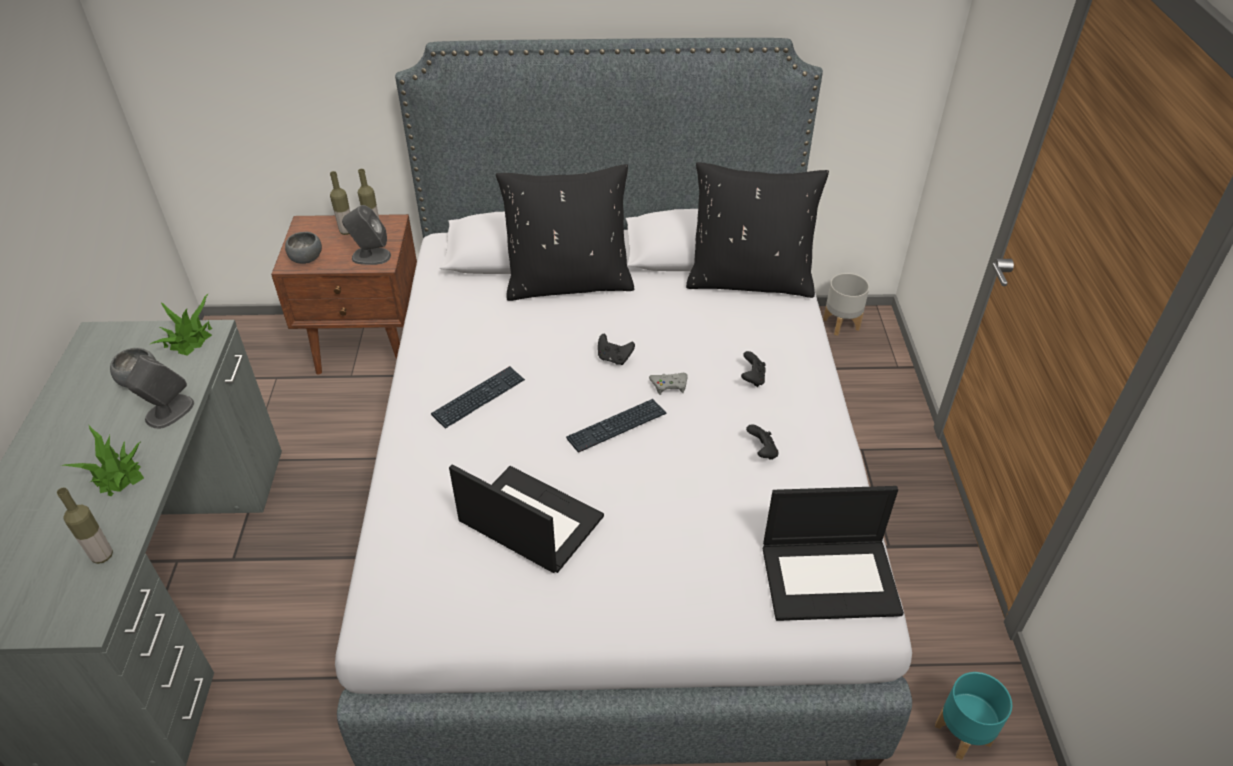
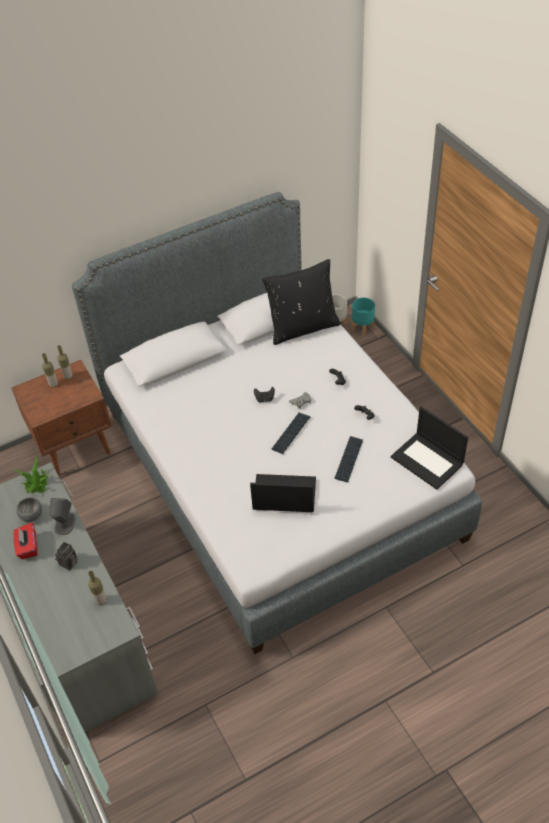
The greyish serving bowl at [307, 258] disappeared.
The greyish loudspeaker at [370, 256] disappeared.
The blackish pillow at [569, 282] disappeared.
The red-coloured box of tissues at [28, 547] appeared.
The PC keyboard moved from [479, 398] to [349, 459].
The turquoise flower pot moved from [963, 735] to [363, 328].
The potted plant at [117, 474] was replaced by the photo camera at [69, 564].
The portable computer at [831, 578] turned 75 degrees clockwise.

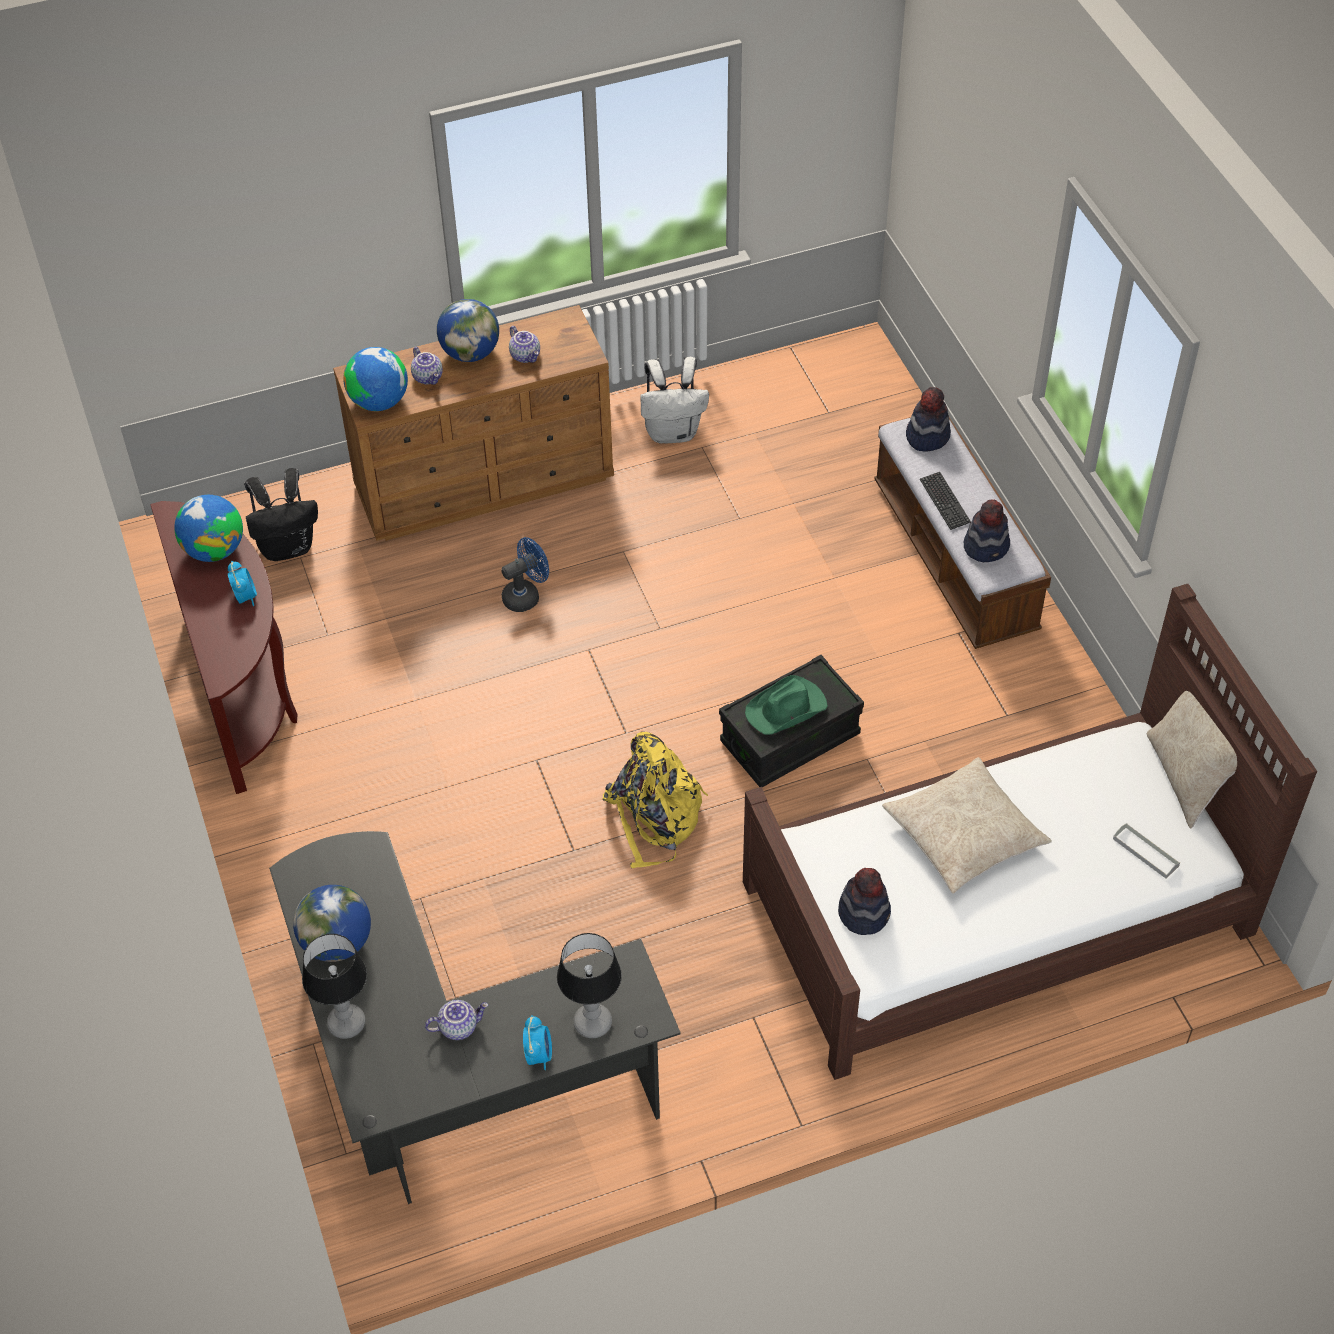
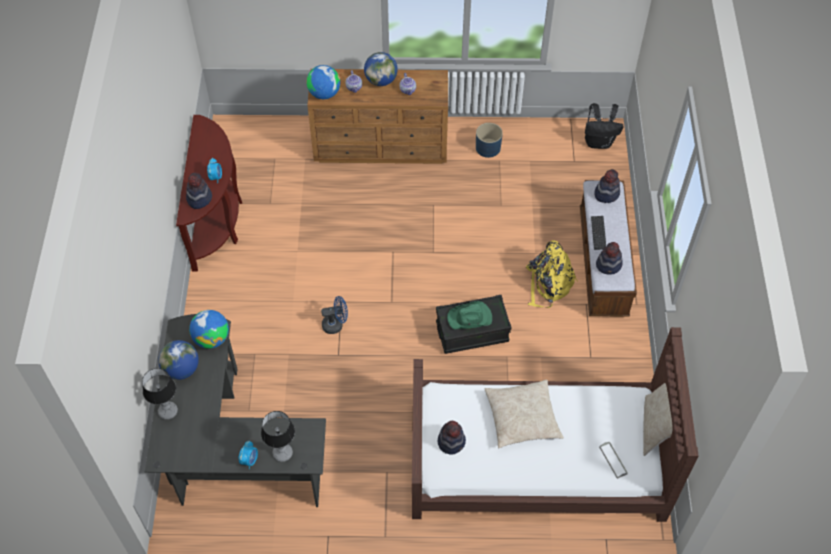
The teapot at [458, 1026] disappeared.
The hat at [199, 198] appeared.
The globe moved from [214, 550] to [212, 338].
The blackish knapsack moved from [288, 547] to [599, 142].
The bluish fan moved from [526, 595] to [336, 324].
The yellow-coloured knapsack moved from [654, 817] to [548, 284].
The whitish knapsack at [673, 432] was replaced by the bluish flower pot at [488, 148].

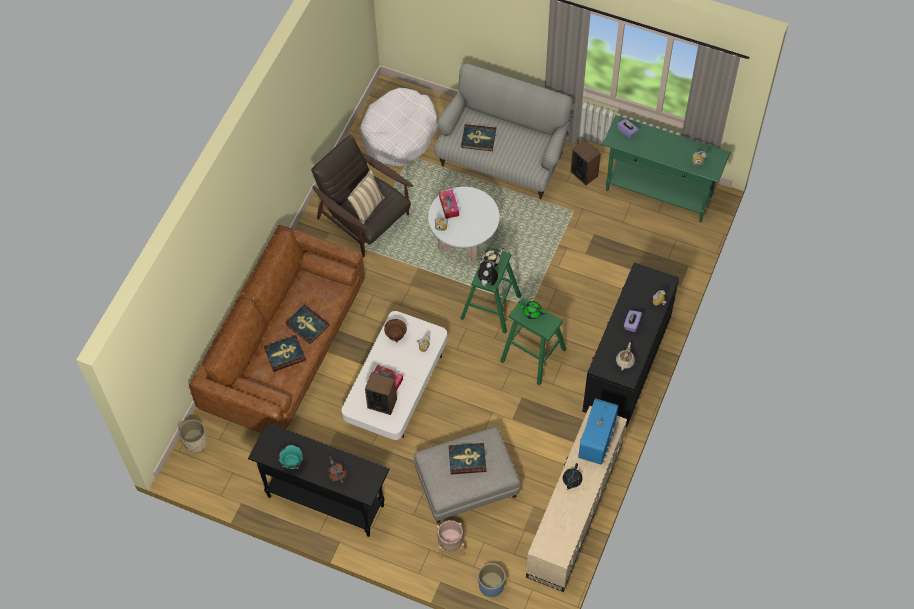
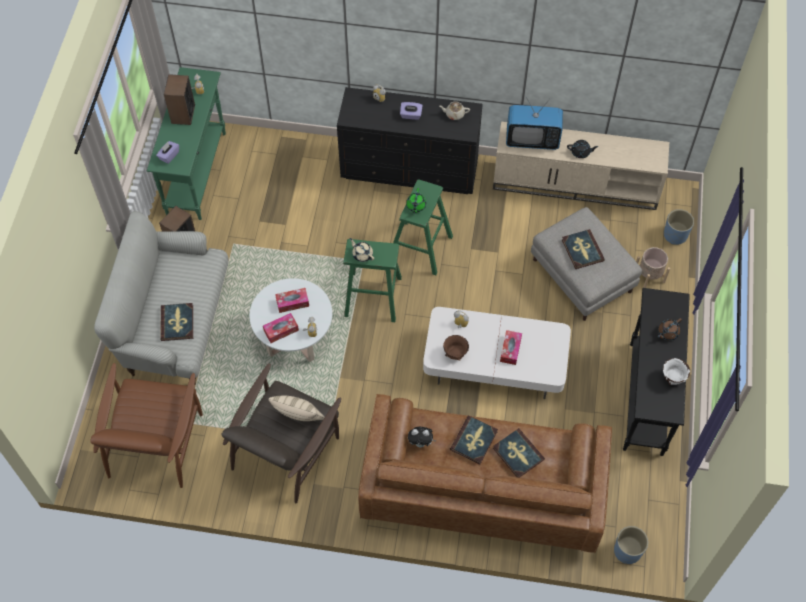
The box of tissues at [292, 303] appeared.
The loudspeaker moved from [382, 403] to [183, 114].
The plush toy moved from [487, 282] to [421, 443].
The whitish pet bed at [399, 134] was replaced by the brown easy chair at [155, 441].
The sand-coloured flower pot at [195, 442] became the bluish flower pot at [627, 551].
The turquoise serving bowl at [292, 463] became the whitish serving bowl at [672, 378].

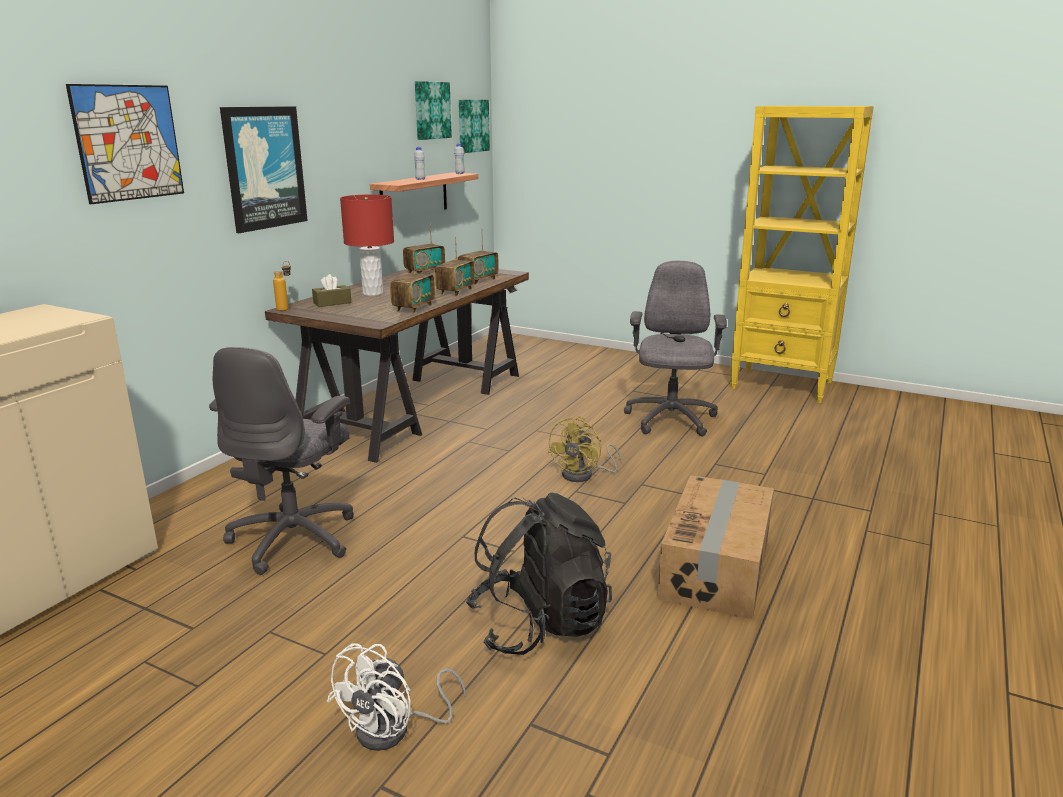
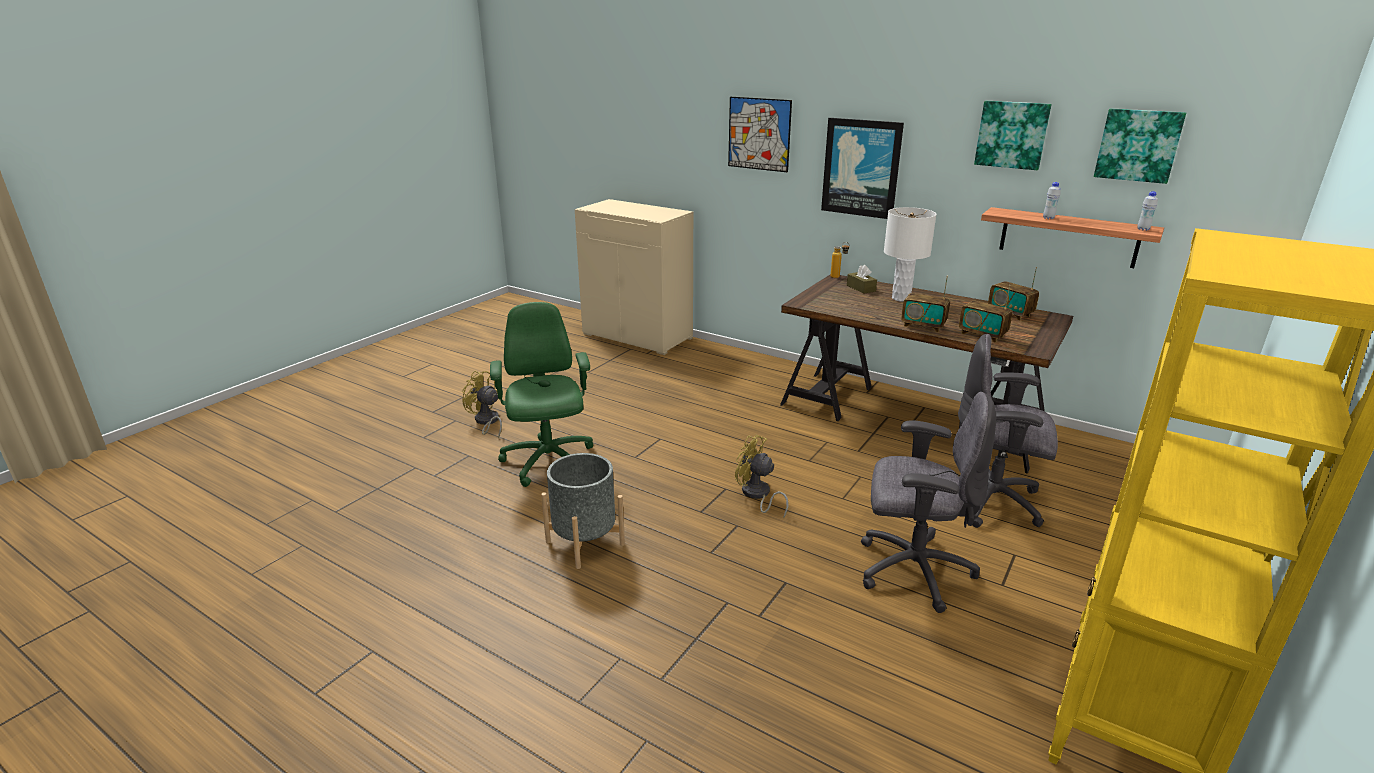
The radio at [413, 308] disappeared.
The greyish office chair moved from [295, 538] to [992, 502].
The picture moved from [472, 126] to [1012, 134].
The blackish knapsack at [540, 624] was replaced by the green office chair at [548, 462].
The packing box at [717, 567] was replaced by the greyish flower pot at [585, 543].
The whitish fan at [395, 730] became the yellow-coloured fan at [487, 422].
The red-coloured lamp for a table at [373, 293] became the whitish lamp for a table at [901, 298].

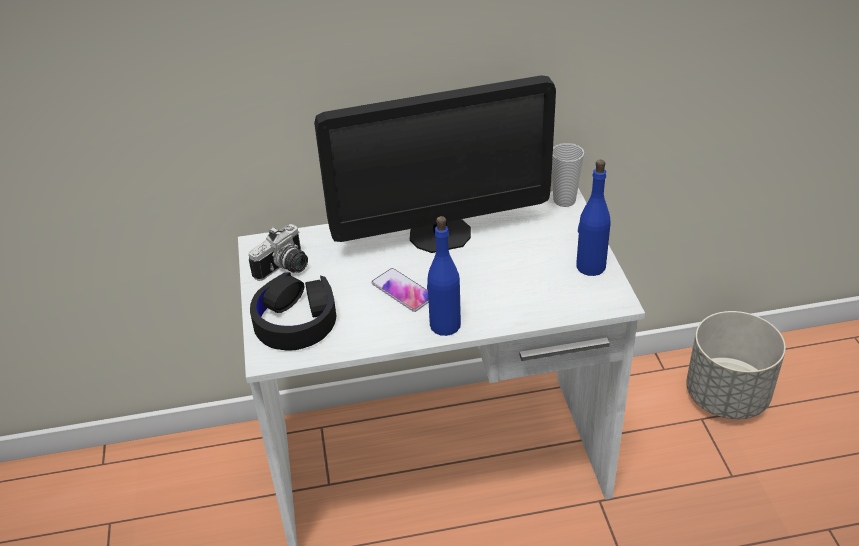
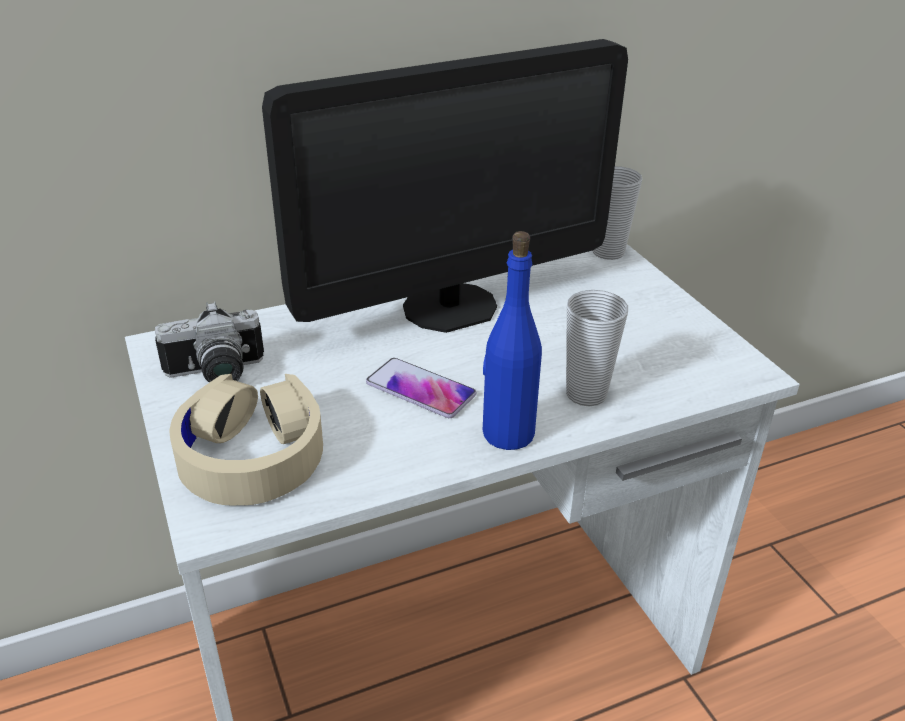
The bluish drink bottle at [590, 266] disappeared.
The greyish flower pot at [725, 396] disappeared.
The drinking cup at [586, 394] appeared.
The blackish headset at [295, 321] became the sand-coloured headset at [251, 454].
The photo camera at [286, 268] turned 45 degrees clockwise.

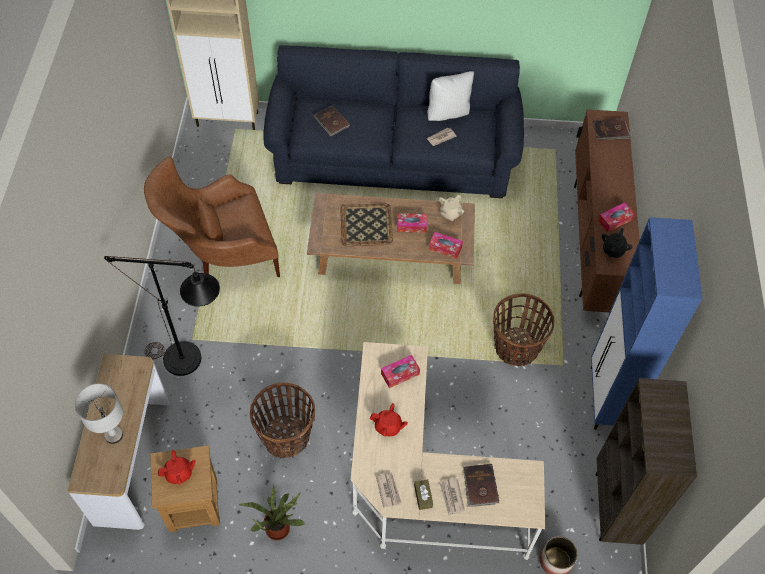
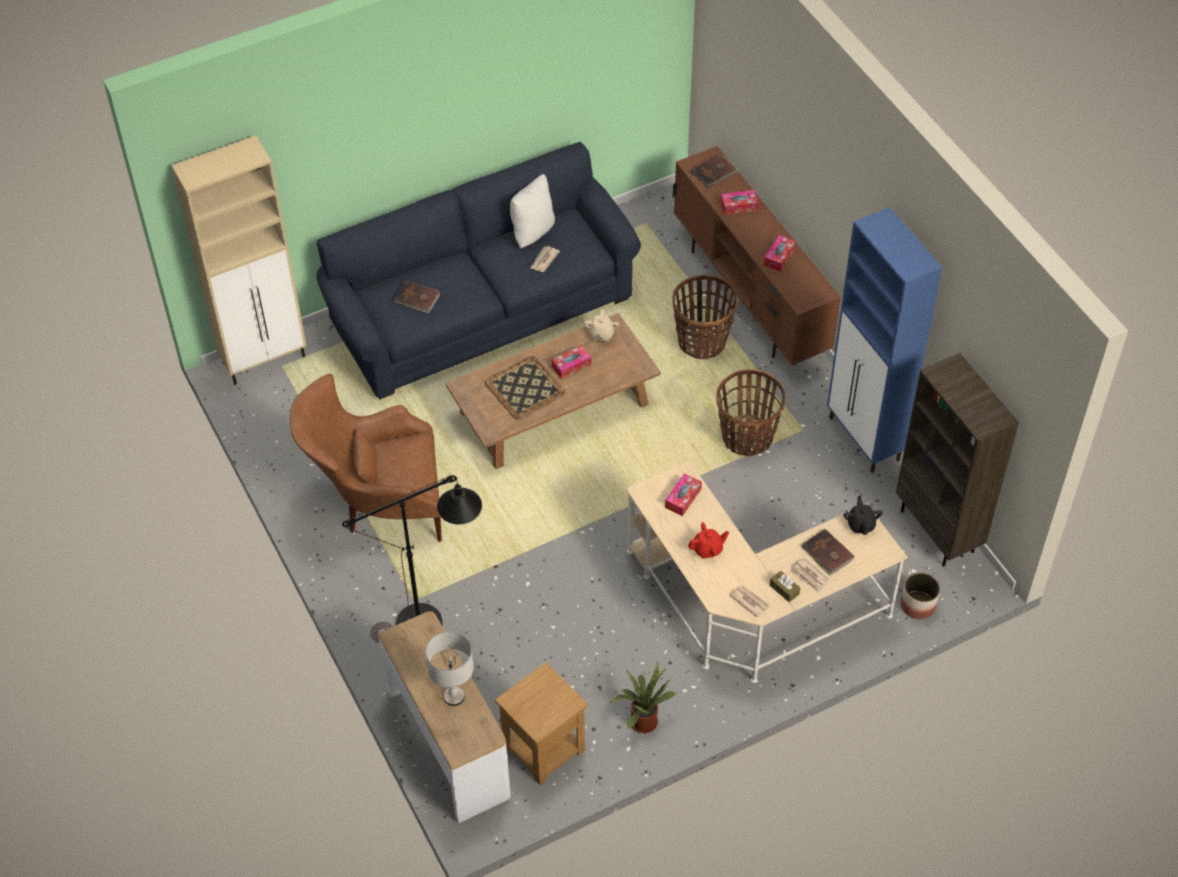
The red-coloured teapot at [179, 473] disappeared.
The household basket moved from [286, 437] to [702, 341].
The box of tissues moved from [445, 248] to [739, 206].
The blackish teapot moved from [613, 250] to [861, 524].
The brown easy chair at [222, 256] turned 45 degrees clockwise.

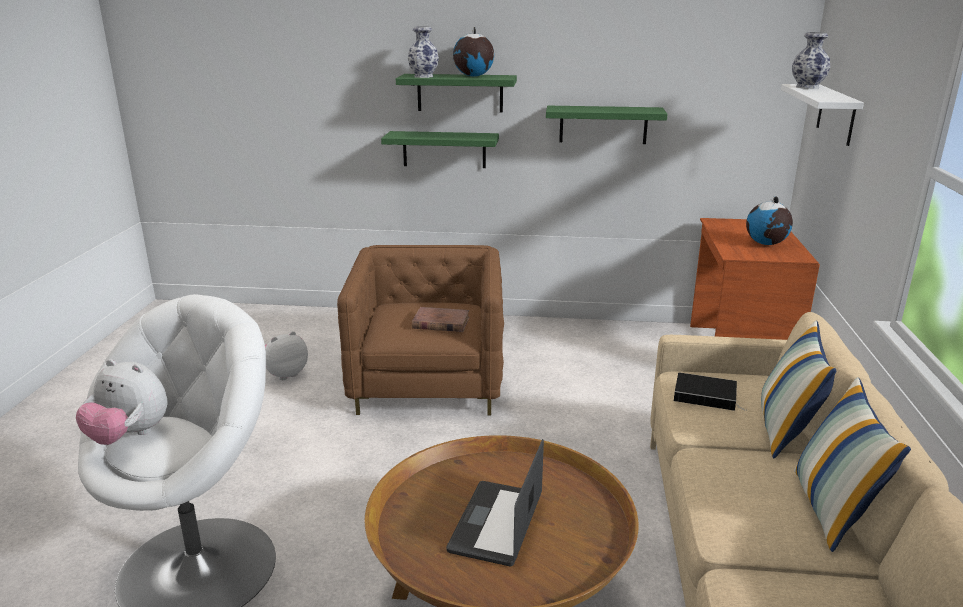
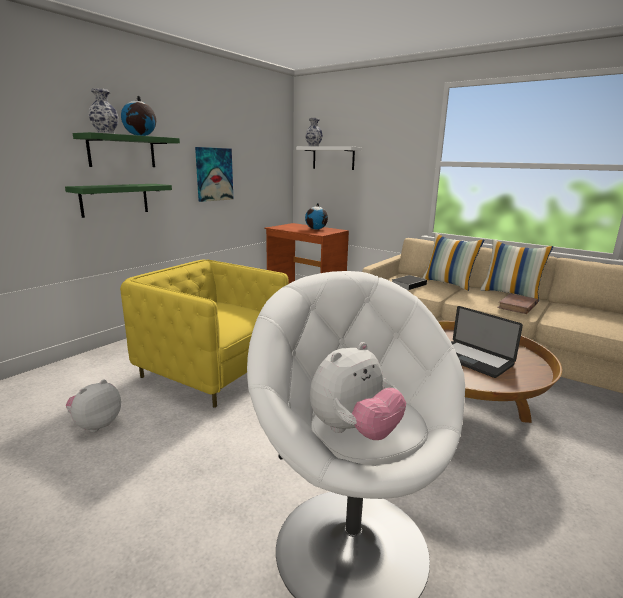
The brown book moved from [440, 323] to [517, 306].
The green bracket shelf at [603, 124] was replaced by the picture at [214, 174].
The brown easy chair at [428, 383] became the yellow-coloured easy chair at [214, 369].
The plush toy at [285, 374] turned 45 degrees clockwise.

